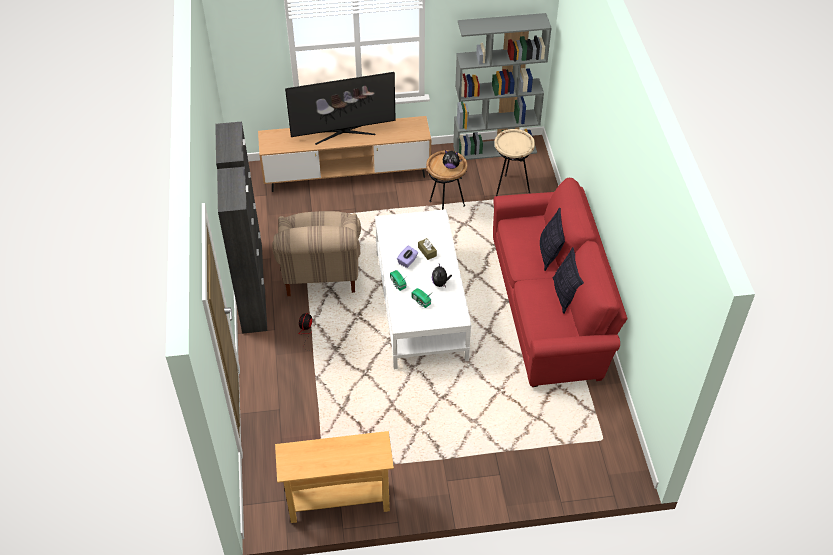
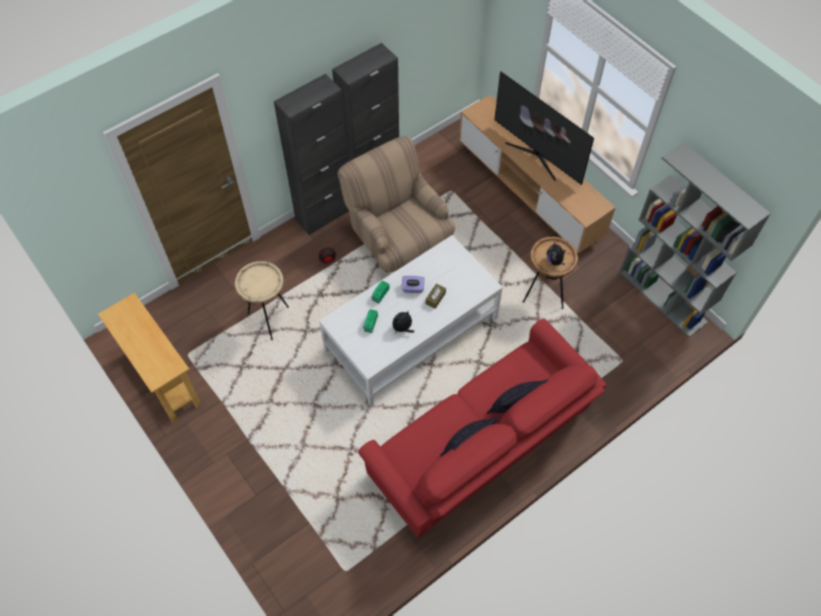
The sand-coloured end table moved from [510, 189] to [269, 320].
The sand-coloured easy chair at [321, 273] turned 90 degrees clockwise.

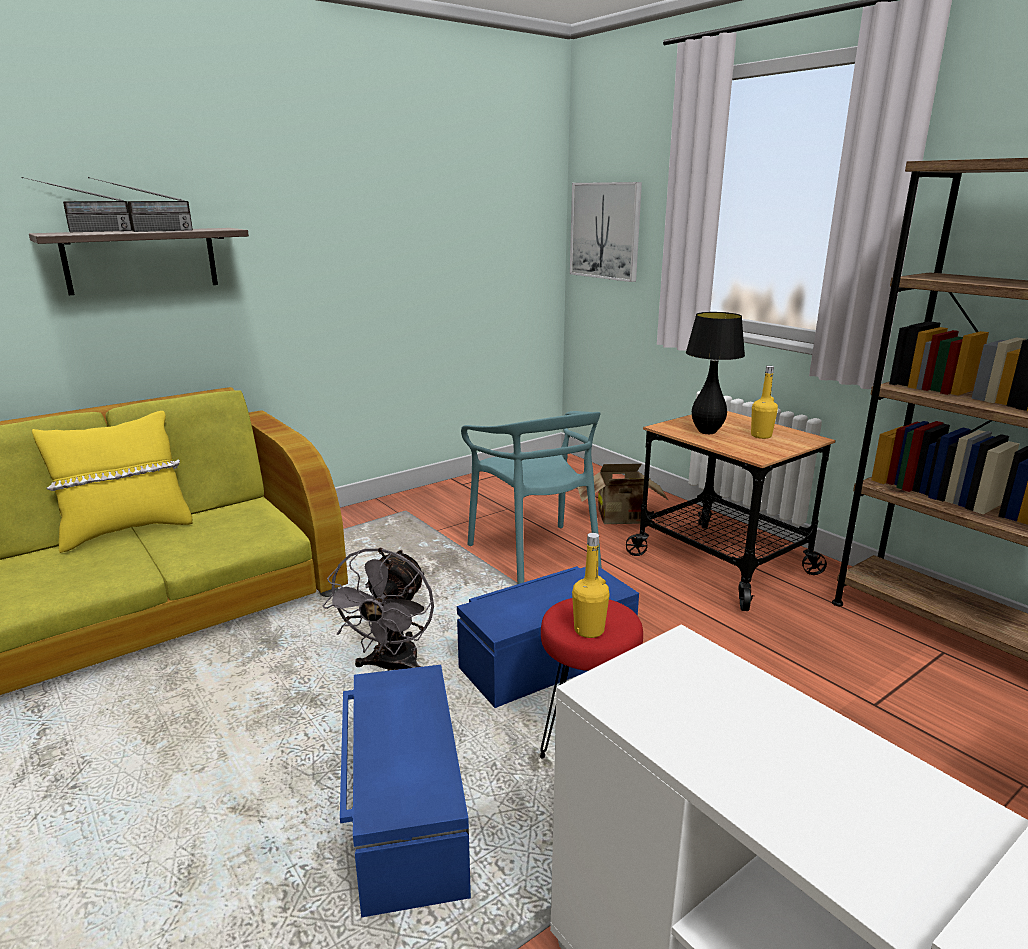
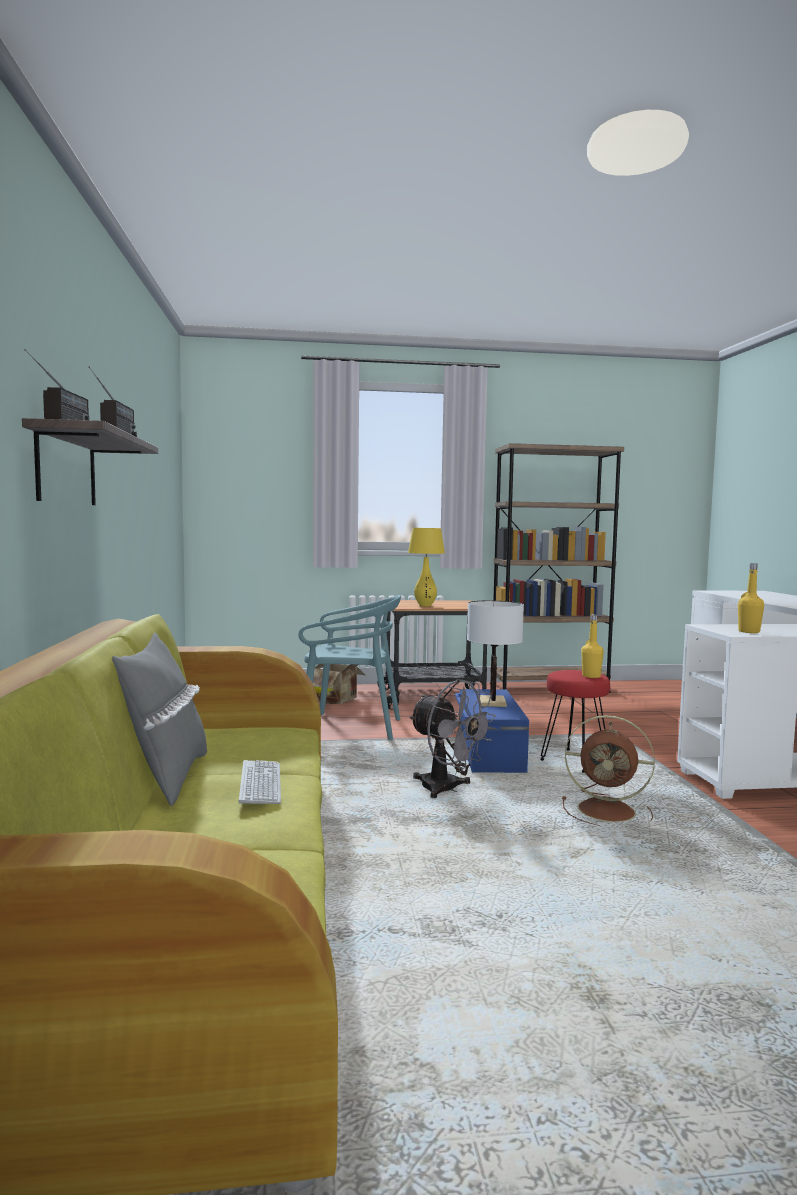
The picture at [605, 231] disappeared.
The PC keyboard at [260, 783] appeared.
The whitish lamp for a table at [492, 702] appeared.
The yellow-coloured drink bottle moved from [761, 436] to [749, 632].
The bluish storage bin at [405, 813] was replaced by the brown fan at [609, 811].
The yellow-coloured pillow at [126, 531] became the greyish pillow at [166, 778].
The blackish lamp for a table at [707, 432] became the yellow-coloured lamp for a table at [425, 606].

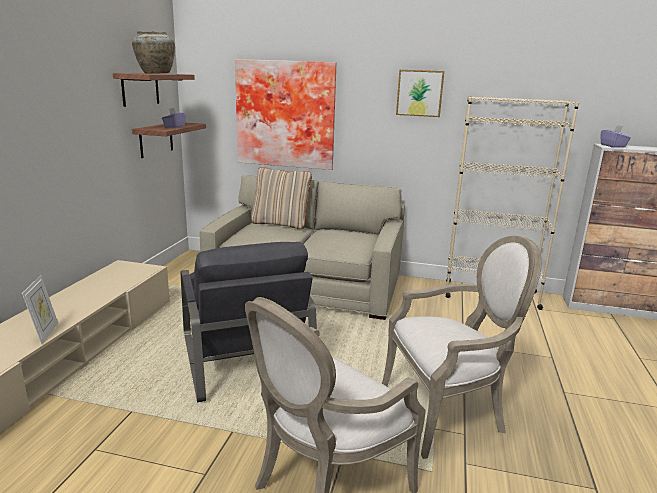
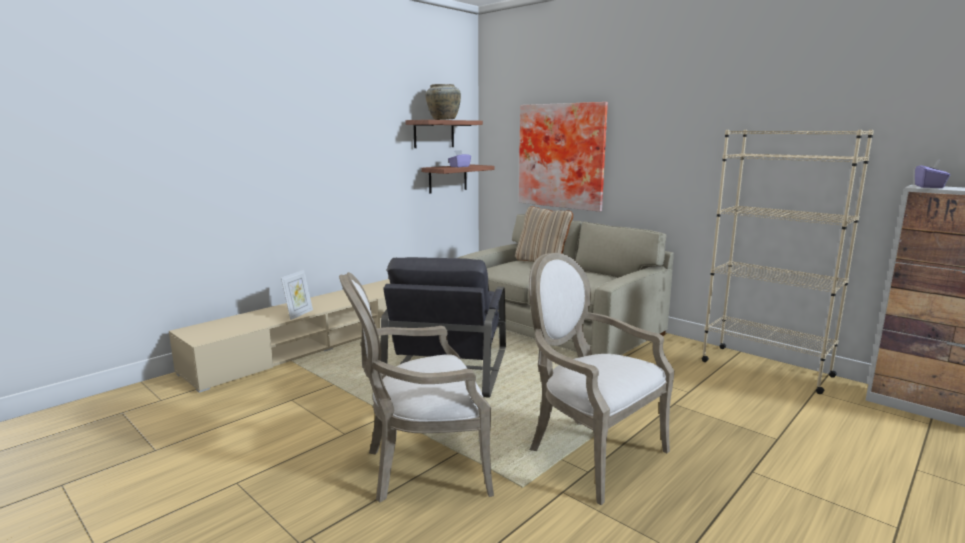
The picture at [420, 93] disappeared.
The easy chair at [448, 413] turned 150 degrees counterclockwise.

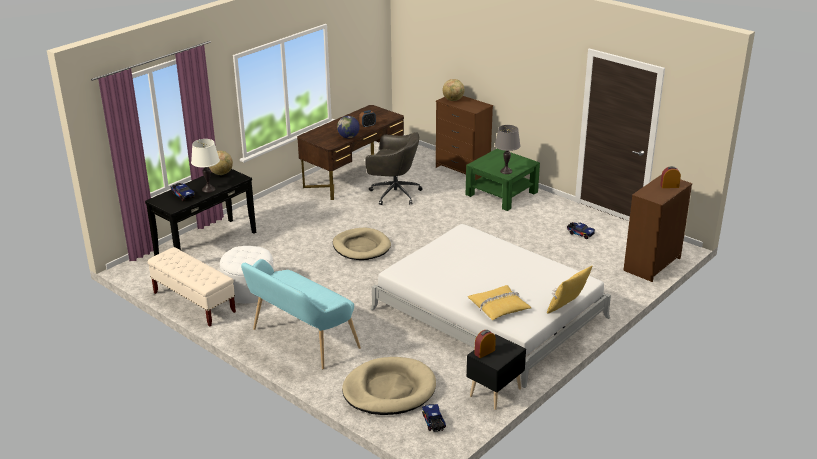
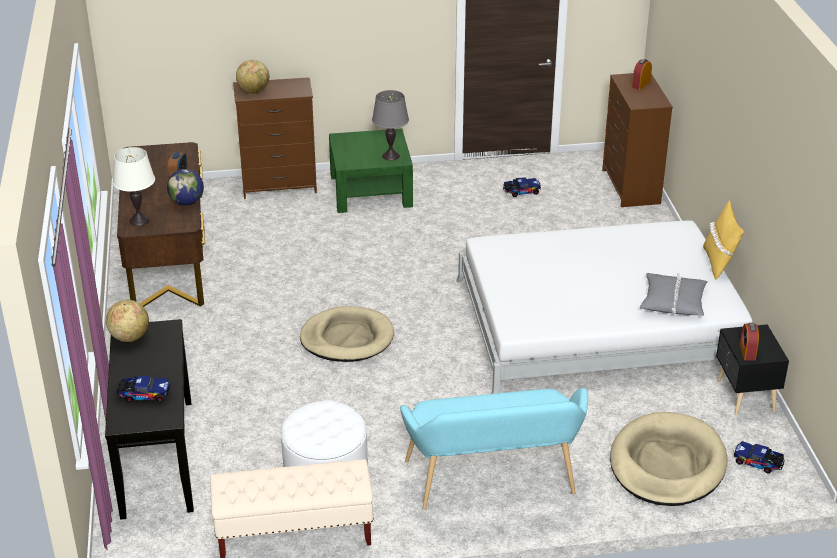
The greyish office chair at [393, 193] disappeared.
The whitish lamp for a table moved from [208, 189] to [139, 220].
The yellow-coloured pillow at [499, 307] became the greyish pillow at [673, 301].

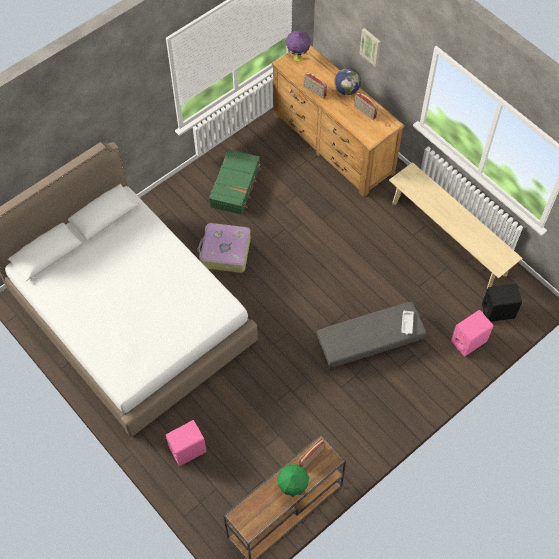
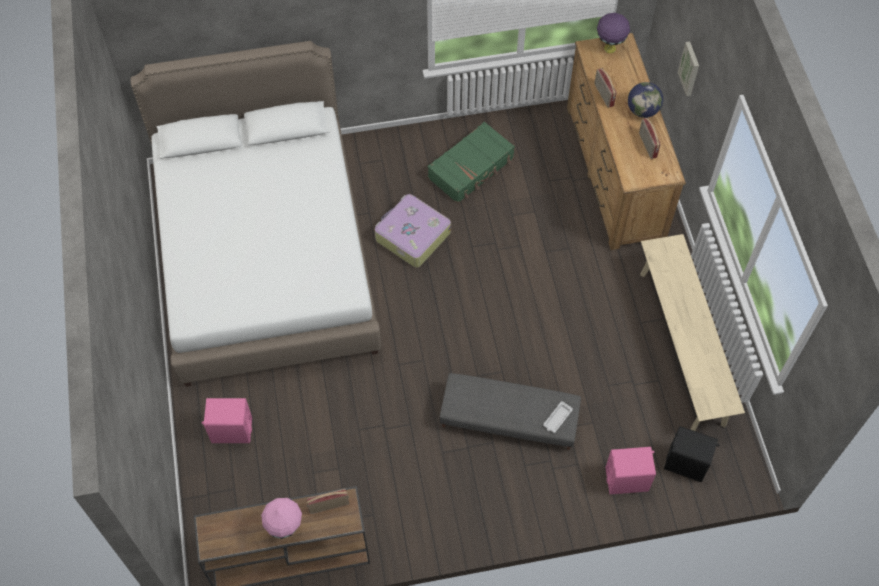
The green lamp for a table at [293, 488] became the pink-coloured lamp for a table at [285, 529].

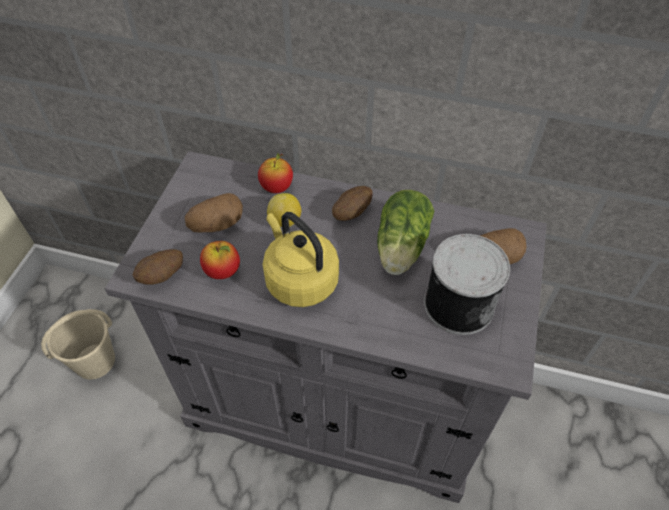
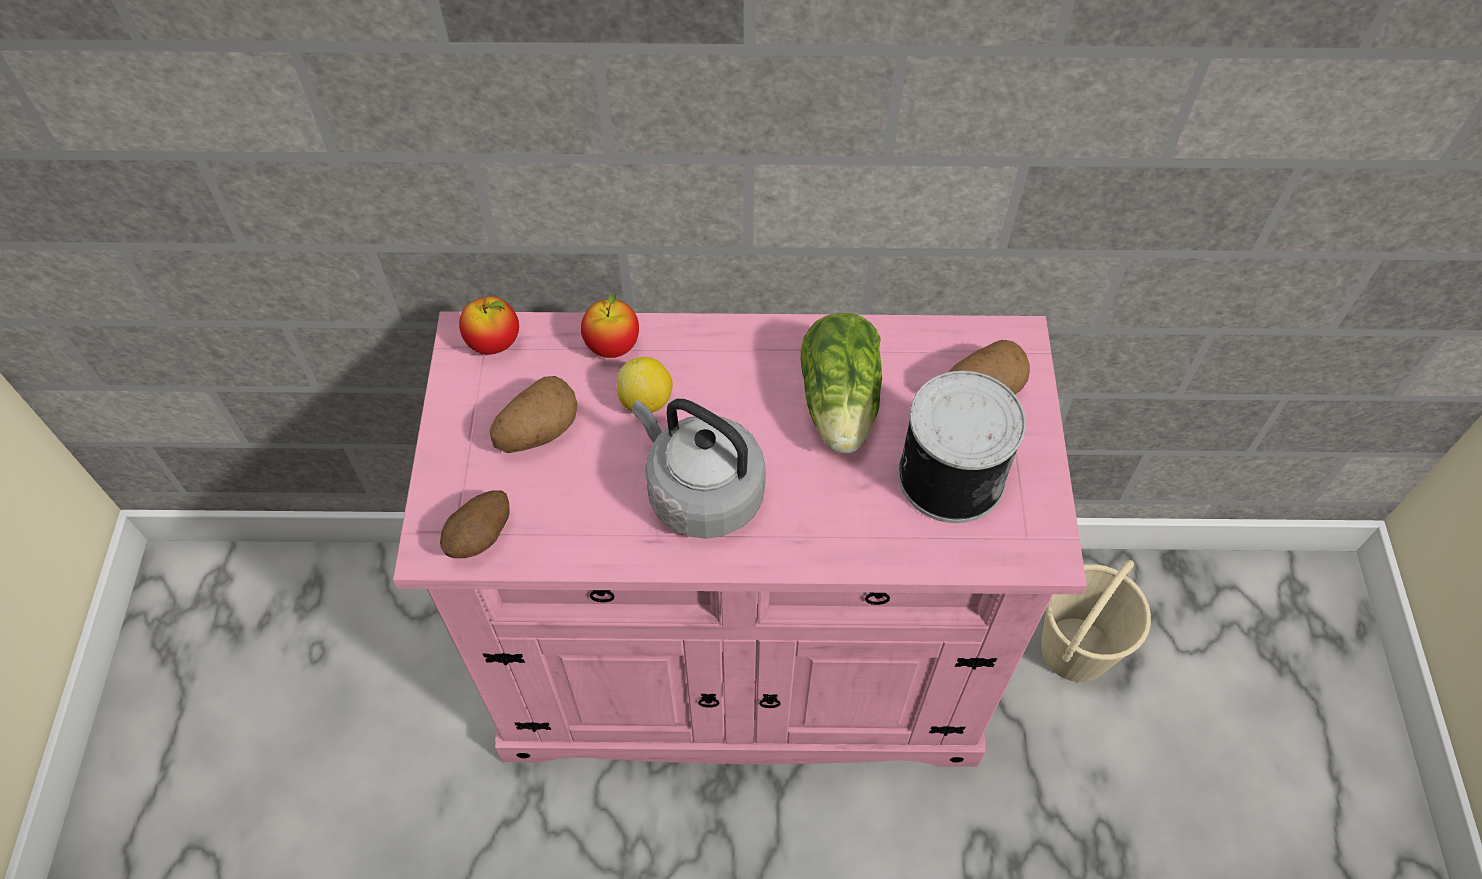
The whole potato at [351, 213] disappeared.
The sand-coloured water bucket moved from [94, 362] to [1074, 650].
The apple fruit moved from [223, 272] to [494, 343].
The greyish cupboard at [334, 403] became the pink-coloured cupboard at [741, 660].
The yellow-coloured kettle at [299, 279] became the greyish kettle at [700, 492].

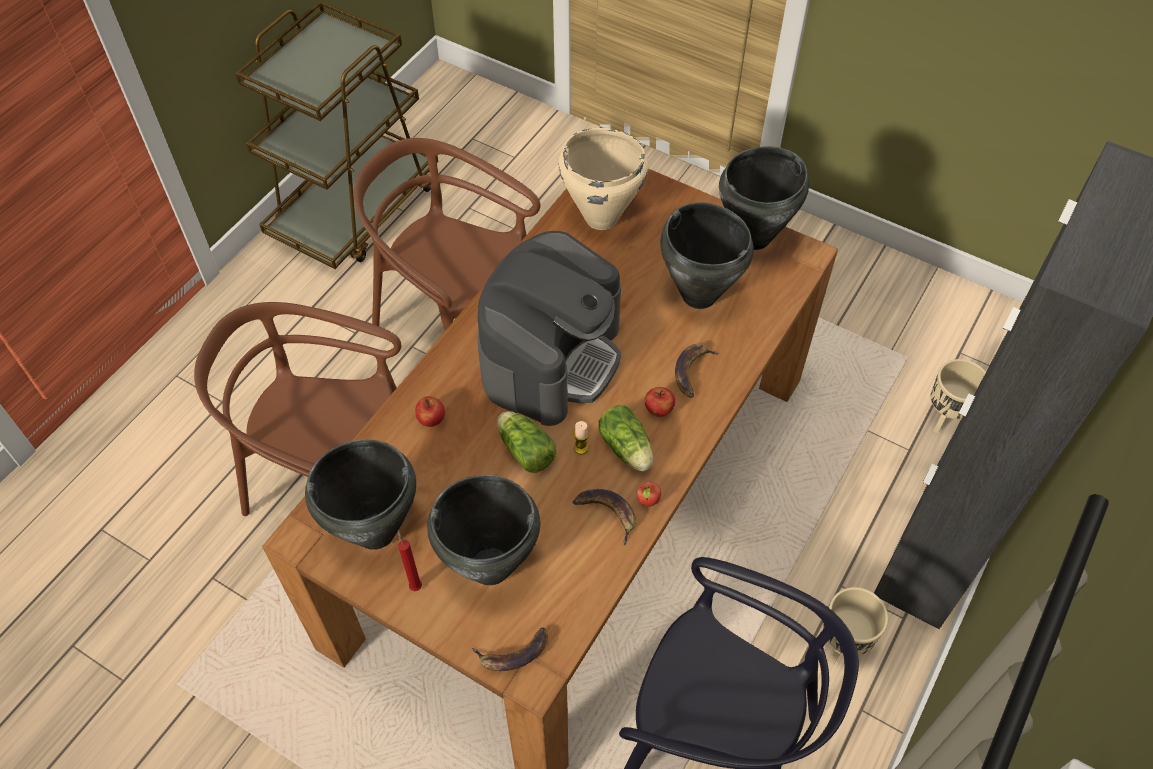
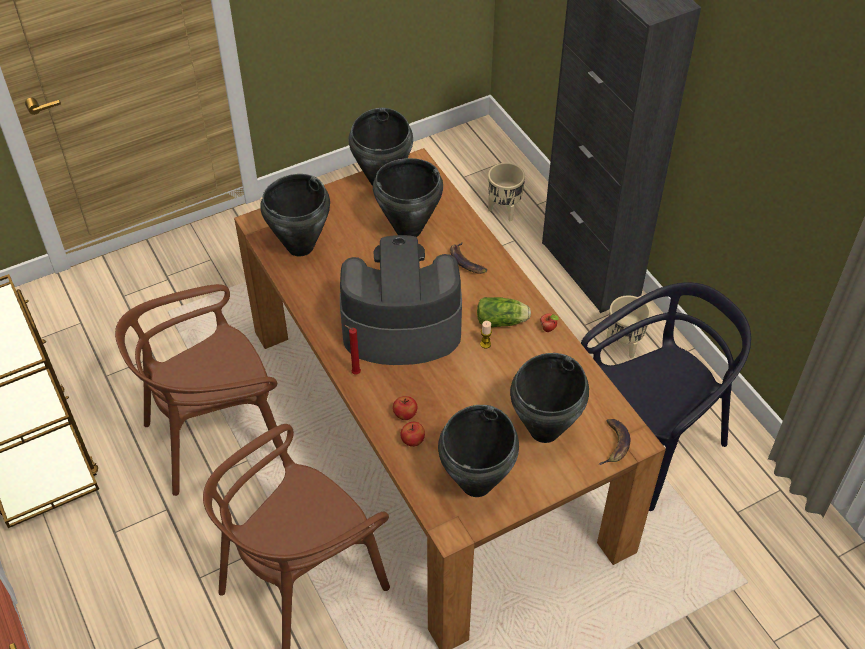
The head of lettuce at [524, 449] disappeared.
The whole banana at [607, 513] disappeared.
The red-coloured candle moved from [415, 585] to [354, 373].
The apple fruit moved from [658, 410] to [412, 441].
The sand-coloured cooking pot at [601, 217] became the blackish cooking pot at [299, 247].
The coffee machine at [551, 357] turned 60 degrees counterclockwise.

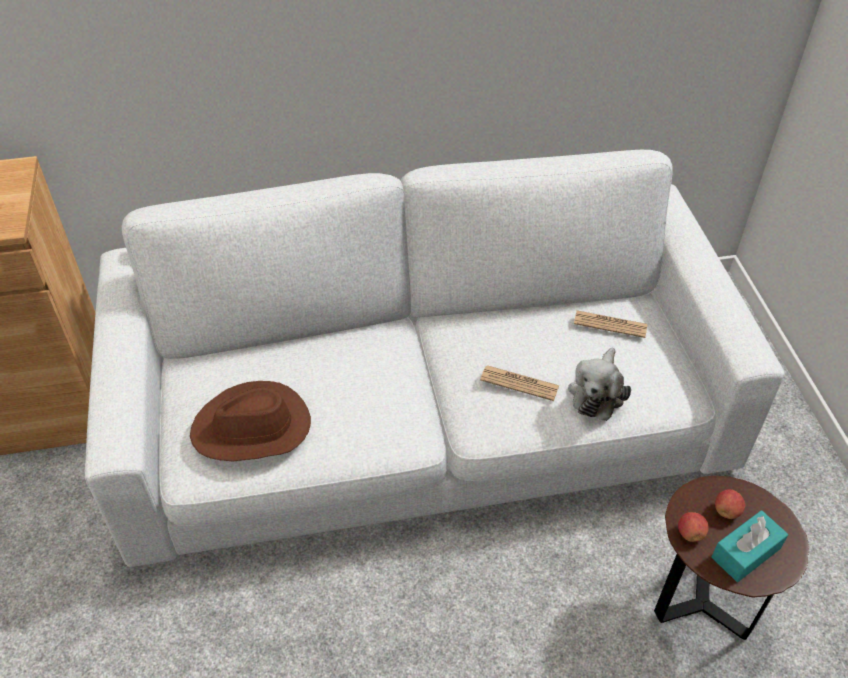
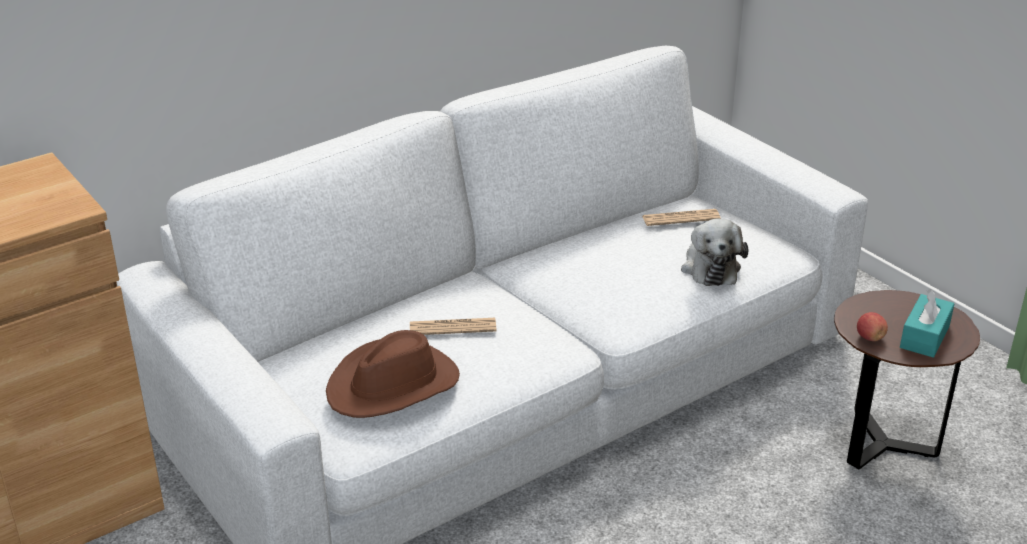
The apple fruit at [726, 511] disappeared.
The newspaper moved from [519, 383] to [452, 327].

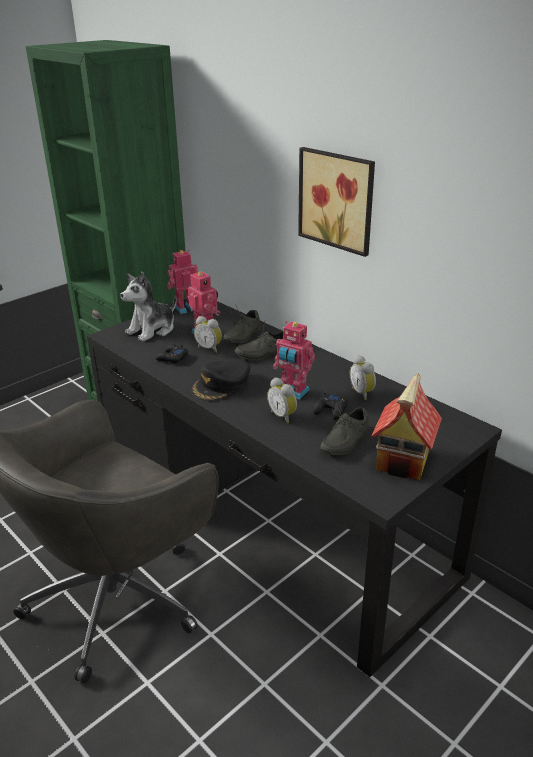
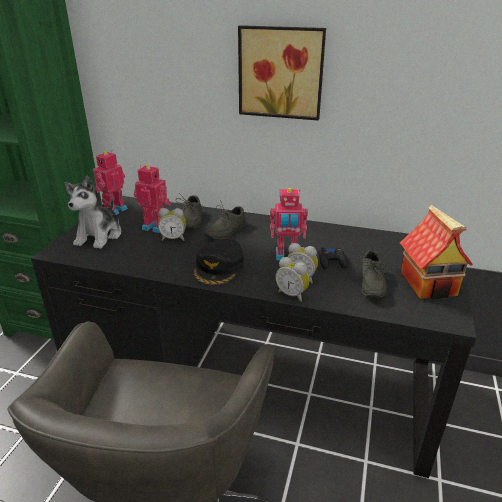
The blackish joypad at [172, 358] disappeared.
The table clock moved from [363, 393] to [292, 294].

